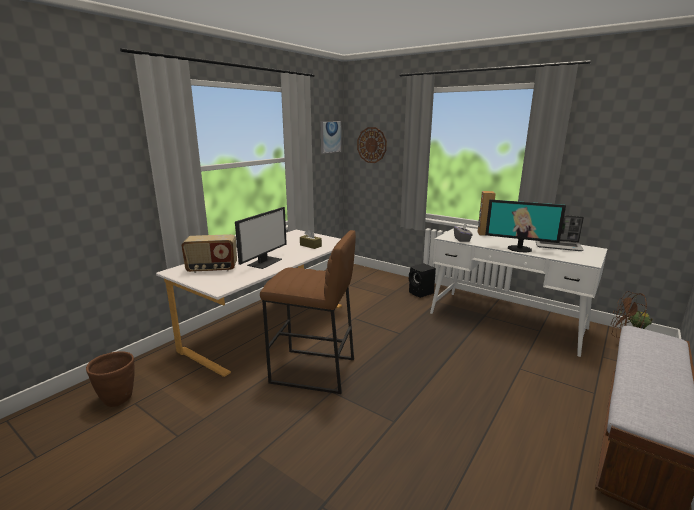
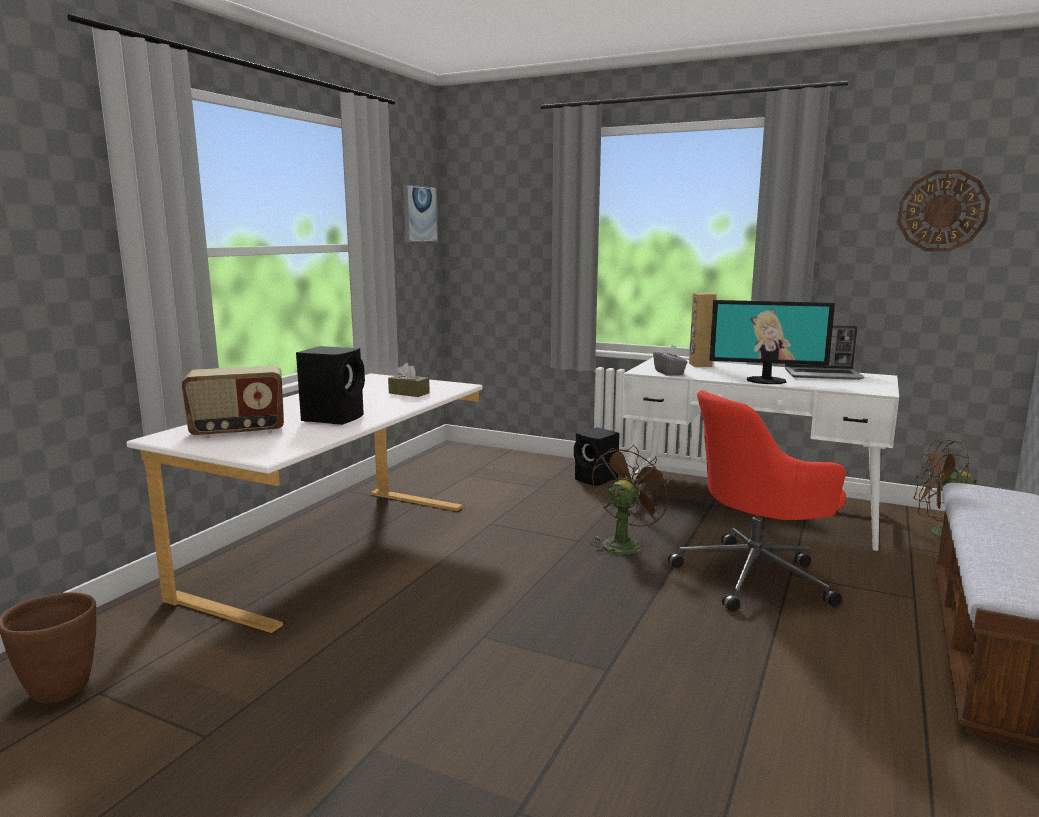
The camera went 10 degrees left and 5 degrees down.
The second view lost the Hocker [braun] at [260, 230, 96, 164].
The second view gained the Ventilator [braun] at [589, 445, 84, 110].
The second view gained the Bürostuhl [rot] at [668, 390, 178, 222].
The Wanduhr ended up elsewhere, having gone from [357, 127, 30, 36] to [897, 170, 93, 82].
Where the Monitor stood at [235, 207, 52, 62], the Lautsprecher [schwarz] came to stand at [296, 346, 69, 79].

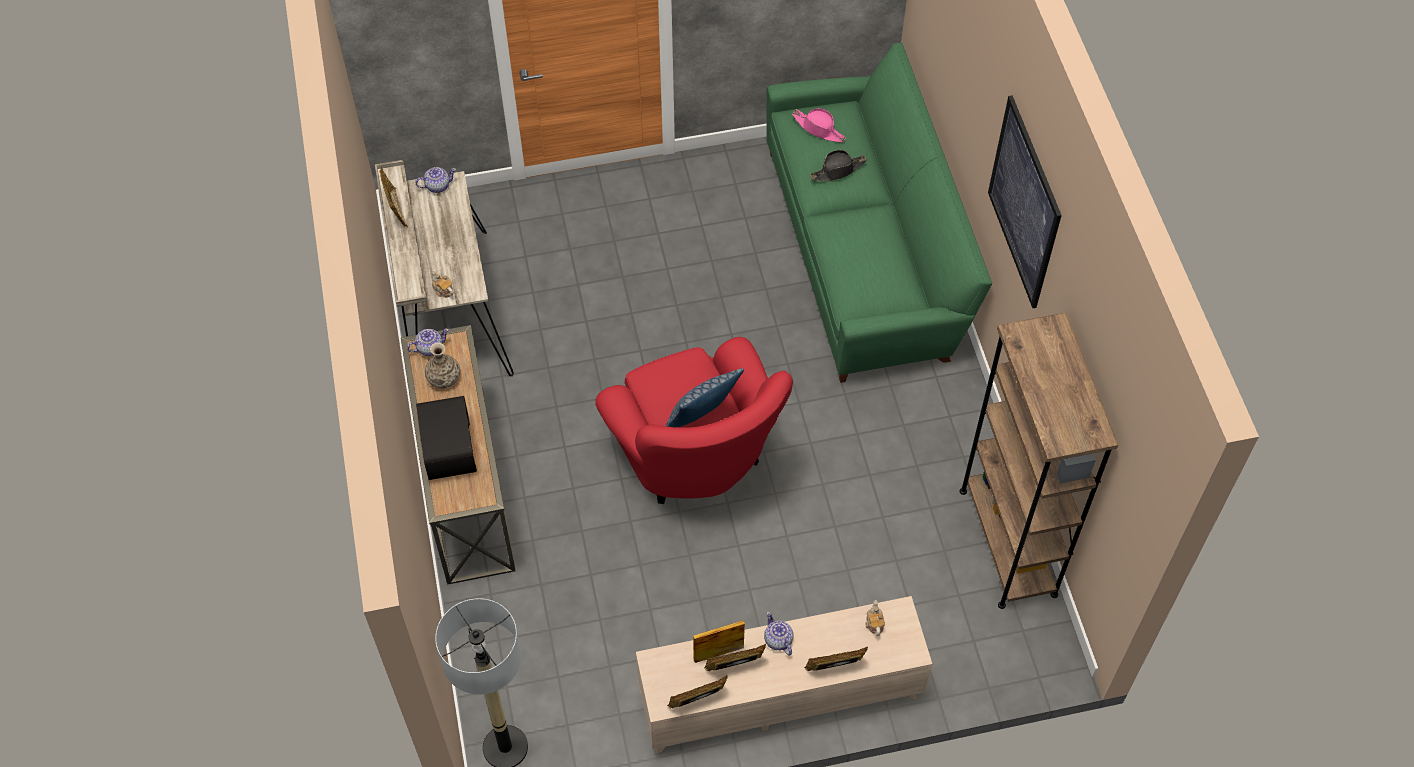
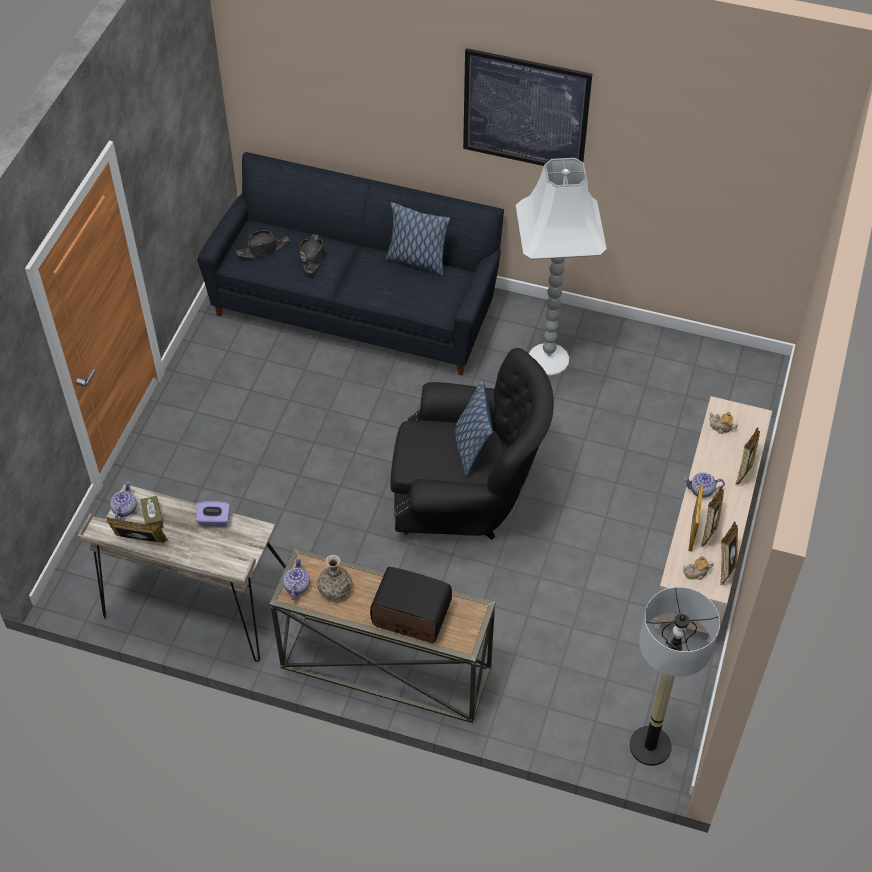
The camera went 60 degrees left and 5 degrees down.
The second view lost the Bücherregal [braun] at [960, 313, 158, 296].
The second view gained the Taschentuchbox [braun] at [141, 496, 23, 32].
The second view gained the Taschentuchbox [lila] at [196, 501, 34, 26].
The second view gained the Kissen at [386, 202, 64, 73].
The second view gained the Stehlampe [weiß] at [515, 158, 92, 217].
The Teekanne ended up elsewhere, having gone from [432, 271, 22, 27] to [683, 556, 31, 24].
What was the Sessel [rot] at [595, 337, 198, 167] turned into the Sessel [schwarz] at [390, 348, 164, 192].
What was the Sofa [grün] at [766, 43, 226, 340] turned into the Sofa [schwarz] at [197, 152, 307, 223].
What was the Hut [rosa] at [792, 108, 54, 34] turned into the Hut [schwarz] at [236, 230, 54, 28].

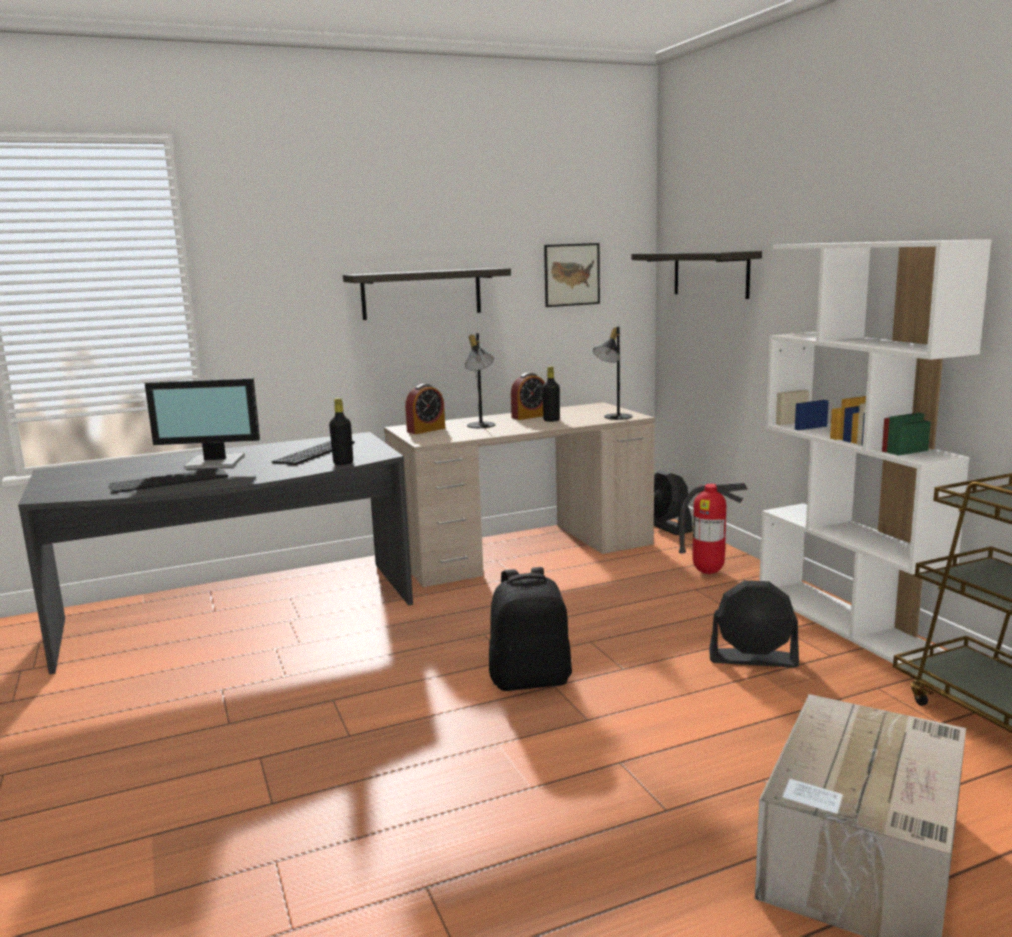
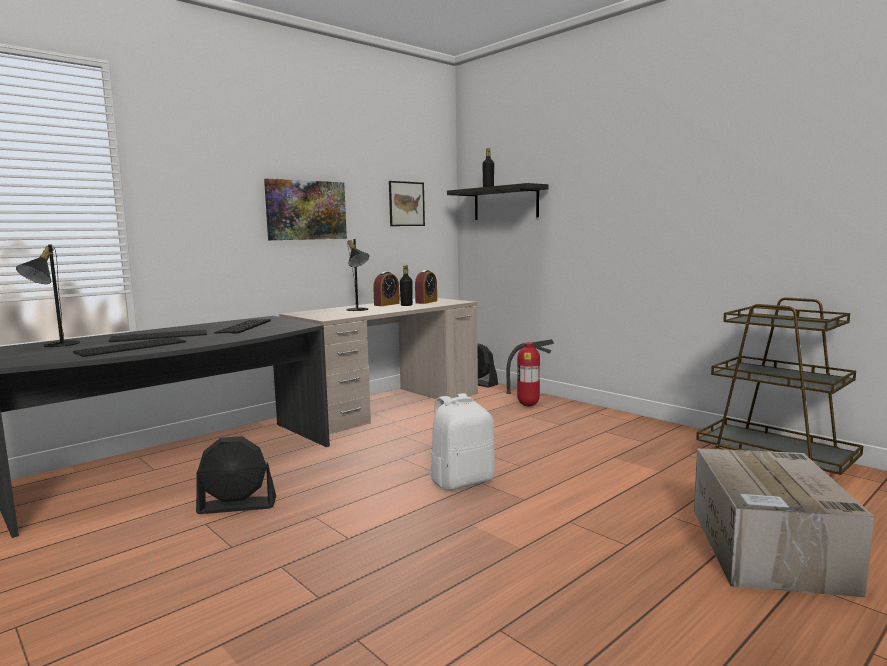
The camera went 20 degrees left and 5 degrees down.
The second view lost the Bücherregal [weiß] at [759, 239, 233, 425].
The Flasche [schwarz] ended up elsewhere, having gone from [329, 398, 24, 67] to [482, 148, 12, 39].
The Wecker ended up elsewhere, having gone from [405, 384, 40, 50] to [415, 270, 22, 34].
The Tischlampe [schwarz] ended up elsewhere, having gone from [593, 326, 39, 94] to [16, 244, 64, 103].
The Ventilator [schwarz] ended up elsewhere, having gone from [709, 580, 90, 88] to [196, 436, 80, 78].
Where the Monitor stood at [145, 378, 115, 91], the Tastatur came to stand at [109, 329, 98, 13].
Where the Wandregal hung at [343, 268, 168, 52], the Bild came to hang at [264, 179, 83, 61].
What was the Rucksack [schwarz] at [489, 567, 83, 124] turned into the Rucksack [weiß] at [430, 393, 65, 98].

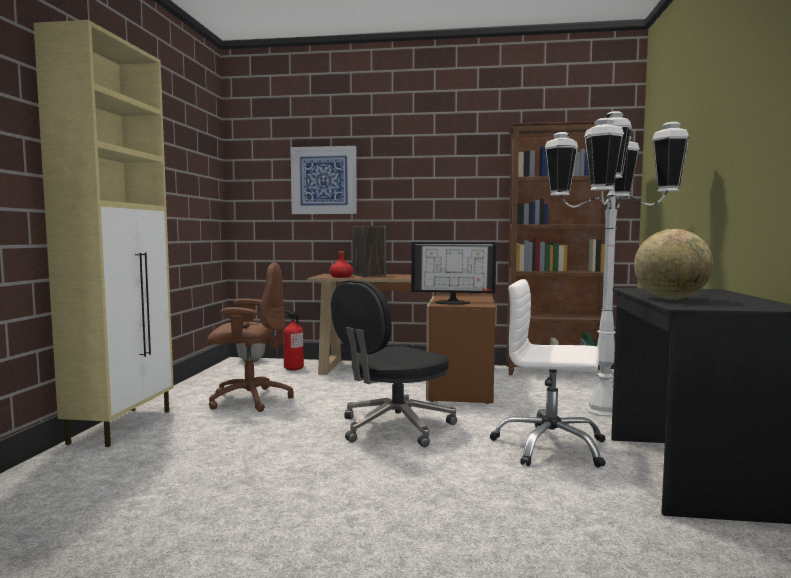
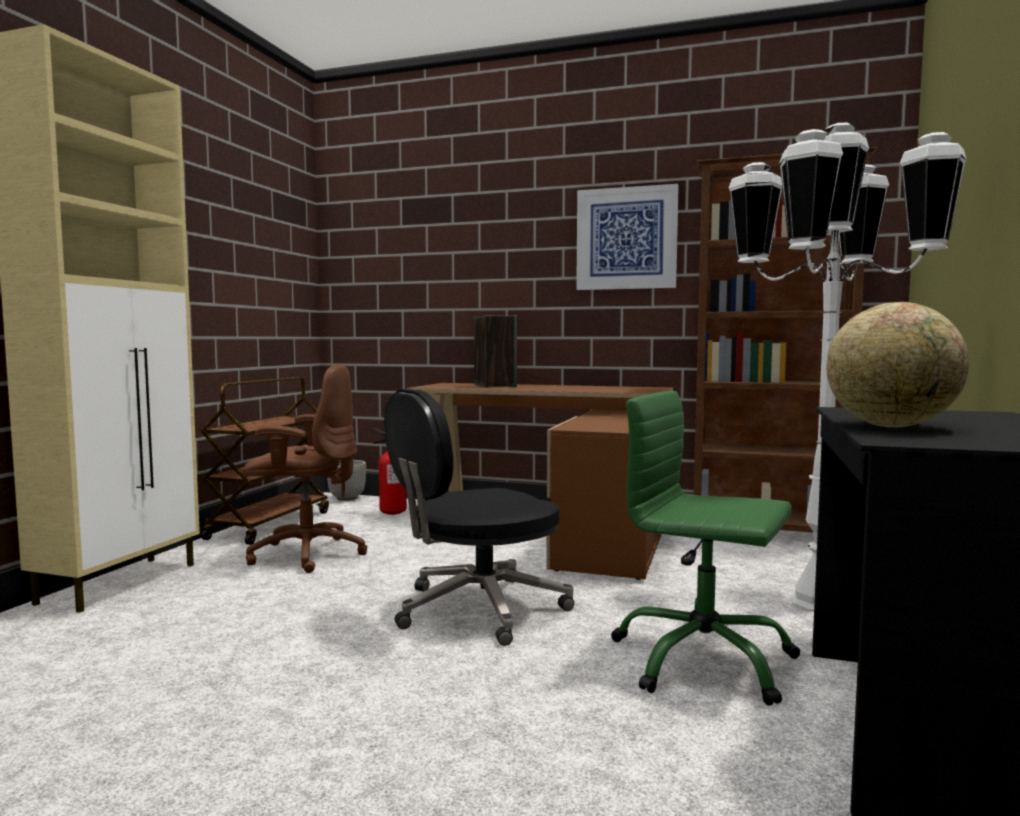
The camera went 10 degrees right and 0 degrees up.
The second view lost the Flasche [rot] at [329, 251, 24, 27].
The second view lost the Monitor at [411, 242, 85, 63].
The second view gained the Rollwagen [braun] at [200, 377, 129, 168].
The Bild ended up elsewhere, having gone from [291, 146, 66, 68] to [576, 184, 103, 106].
What was the Bürostuhl [weiß] at [490, 279, 116, 189] turned into the Bürostuhl [grün] at [611, 391, 189, 315].

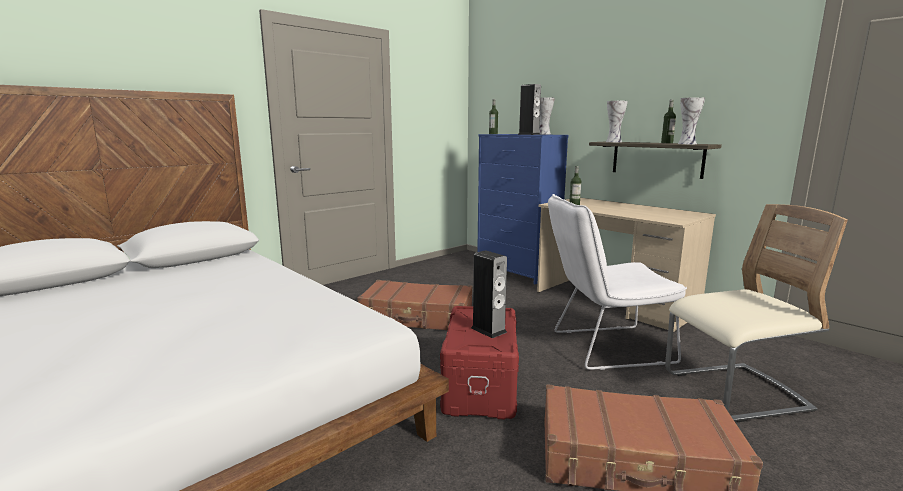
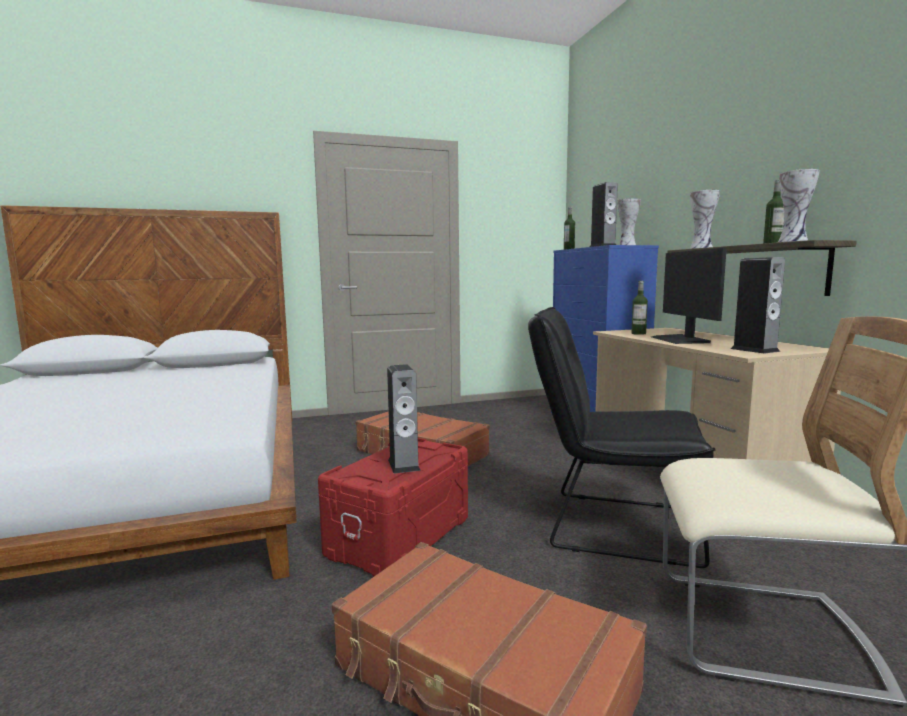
The camera went 25 degrees right and 5 degrees down.
The second view gained the Monitor at [652, 248, 75, 96].
The second view gained the Lautsprecher at [731, 257, 54, 97].
What was the Stuhl [weiß] at [548, 194, 139, 176] turned into the Stuhl [schwarz] at [528, 307, 188, 261].

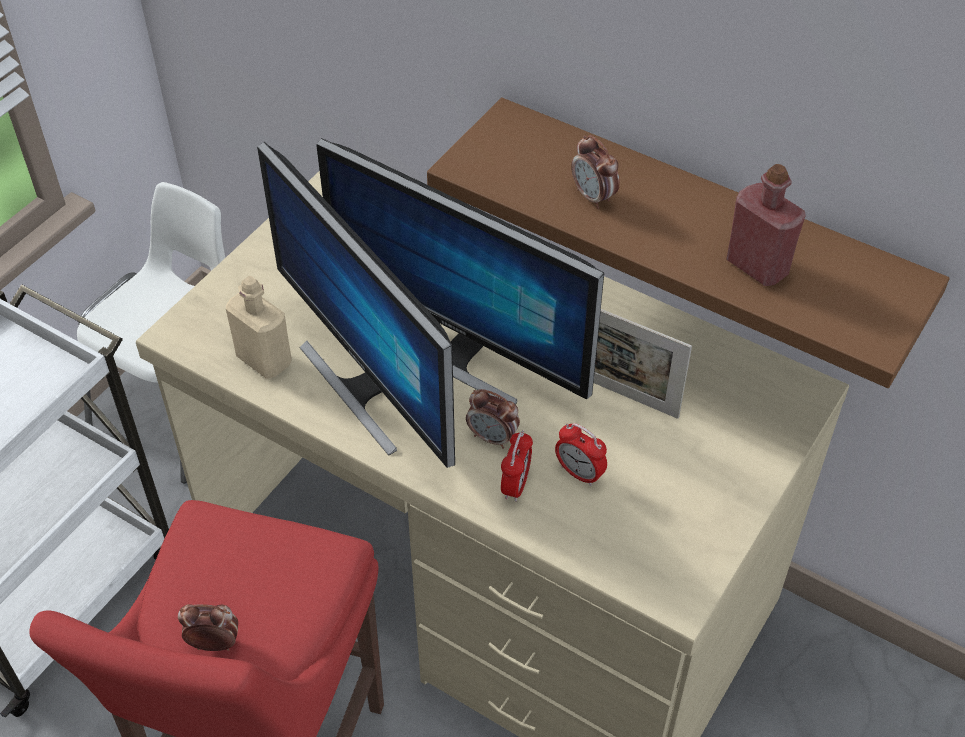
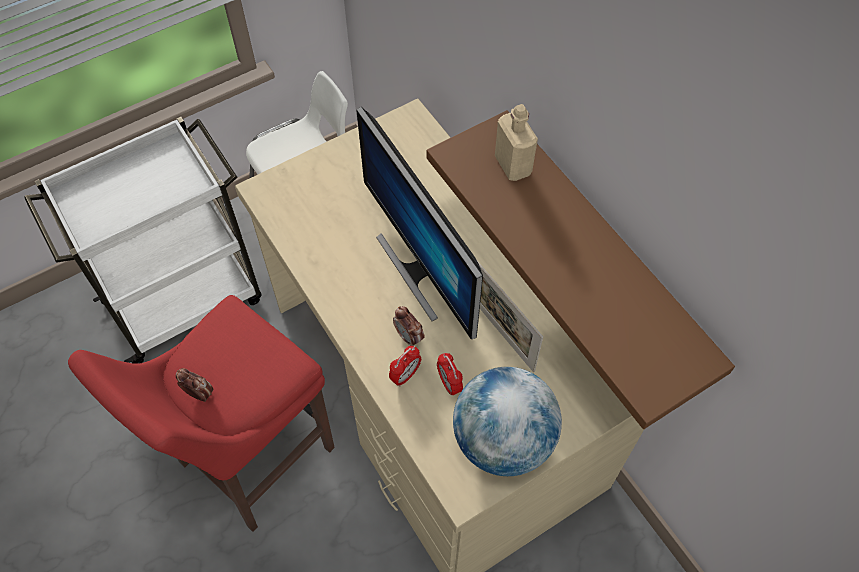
The camera went 25 degrees right and 10 degrees up.
The second view lost the Monitor at [257, 142, 198, 326].
The second view lost the Wecker at [571, 135, 49, 74].
The second view lost the Flasche [rot] at [726, 164, 80, 122].
The second view gained the Globus at [453, 367, 109, 109].
The Flasche [beige] ended up elsewhere, having gone from [226, 276, 66, 103] to [495, 104, 43, 77].

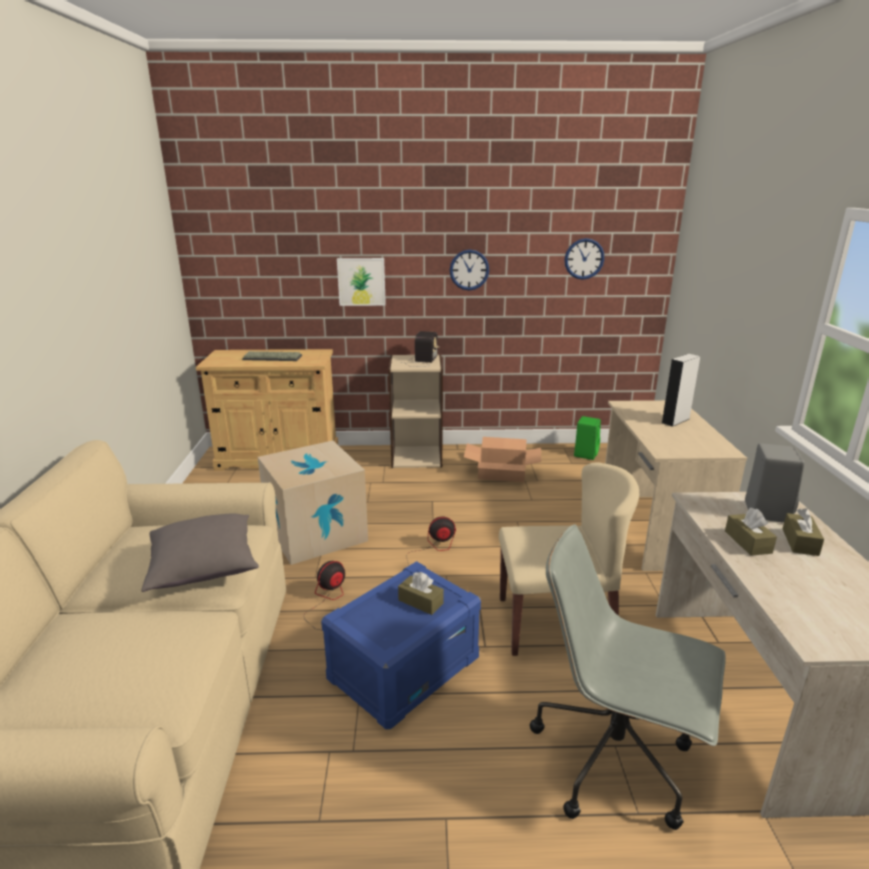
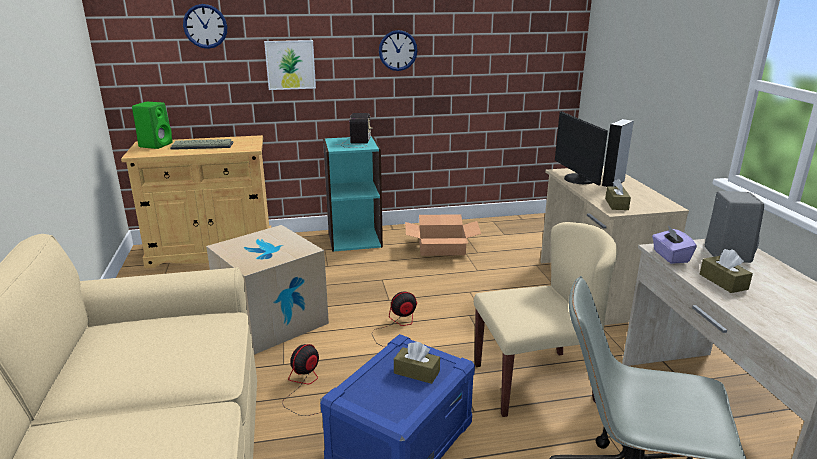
The camera went 10 degrees left and 0 degrees up.
The second view lost the Kissen [grau] at [141, 513, 118, 79].
The second view gained the Monitor at [555, 111, 53, 75].
The second view gained the Taschentuchbox [lila] at [652, 225, 45, 39].
The Wanduhr ended up elsewhere, having gone from [564, 238, 41, 42] to [183, 4, 44, 45].
The Lautsprecher [grün] ended up elsewhere, having gone from [574, 416, 27, 44] to [132, 102, 41, 47].
The Taschentuchbox [braun] ended up elsewhere, having gone from [783, 508, 41, 48] to [605, 179, 26, 31].
What was the Bücherregal [beige] at [388, 354, 55, 114] turned into the Bücherregal [türkis] at [323, 136, 60, 116].

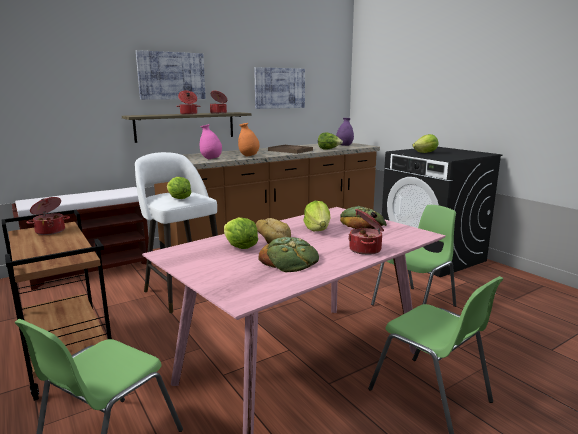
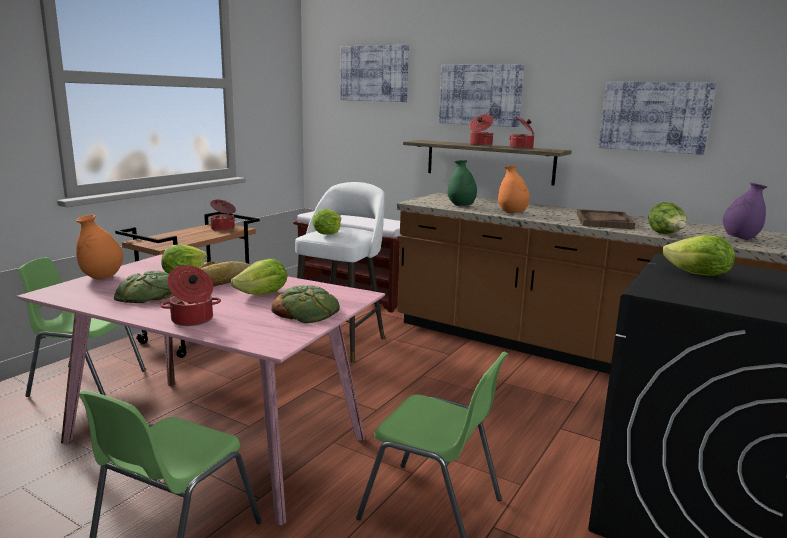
The camera went 65 degrees right and 0 degrees up.
The second view gained the Vase [orange] at [76, 215, 47, 65].
The second view gained the Bild at [340, 45, 69, 57].
What was the Vase [rosa] at [200, 124, 22, 35] turned into the Vase [grün] at [447, 160, 30, 46].

